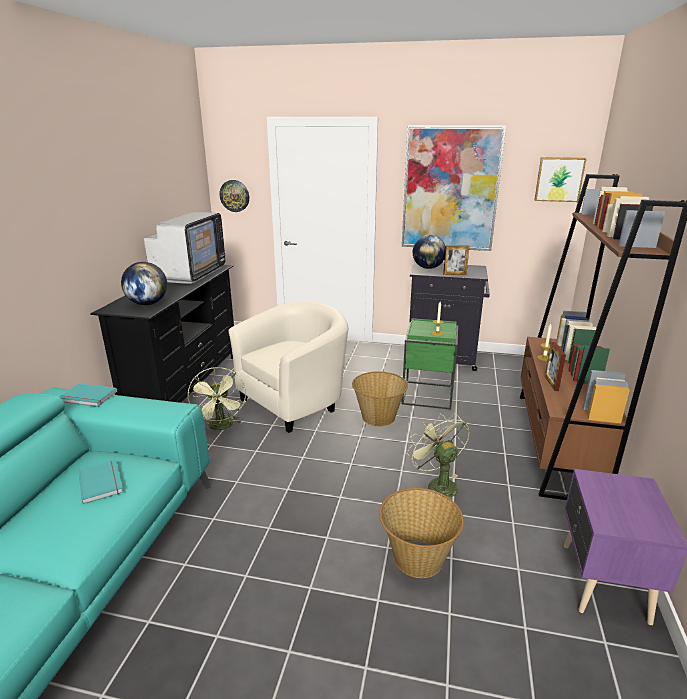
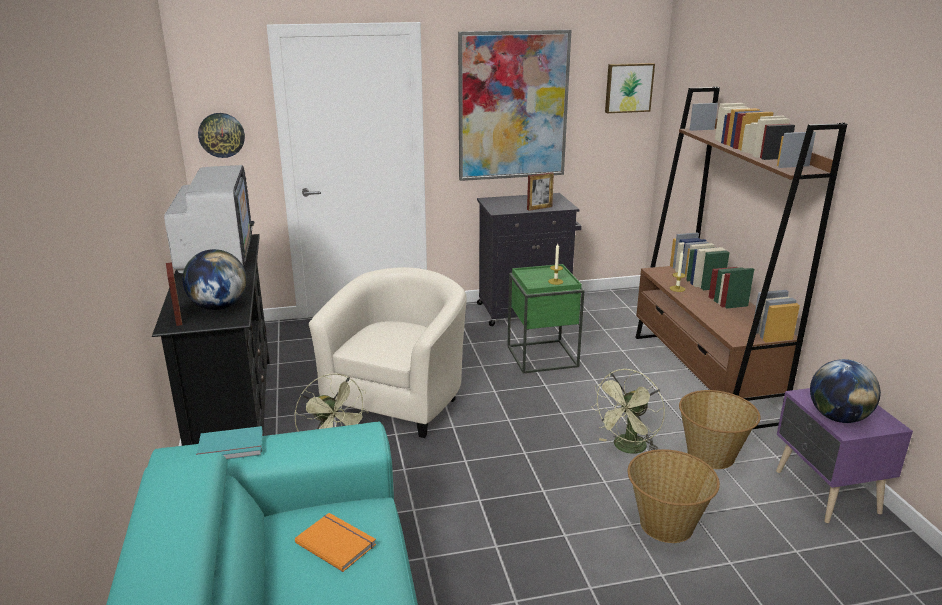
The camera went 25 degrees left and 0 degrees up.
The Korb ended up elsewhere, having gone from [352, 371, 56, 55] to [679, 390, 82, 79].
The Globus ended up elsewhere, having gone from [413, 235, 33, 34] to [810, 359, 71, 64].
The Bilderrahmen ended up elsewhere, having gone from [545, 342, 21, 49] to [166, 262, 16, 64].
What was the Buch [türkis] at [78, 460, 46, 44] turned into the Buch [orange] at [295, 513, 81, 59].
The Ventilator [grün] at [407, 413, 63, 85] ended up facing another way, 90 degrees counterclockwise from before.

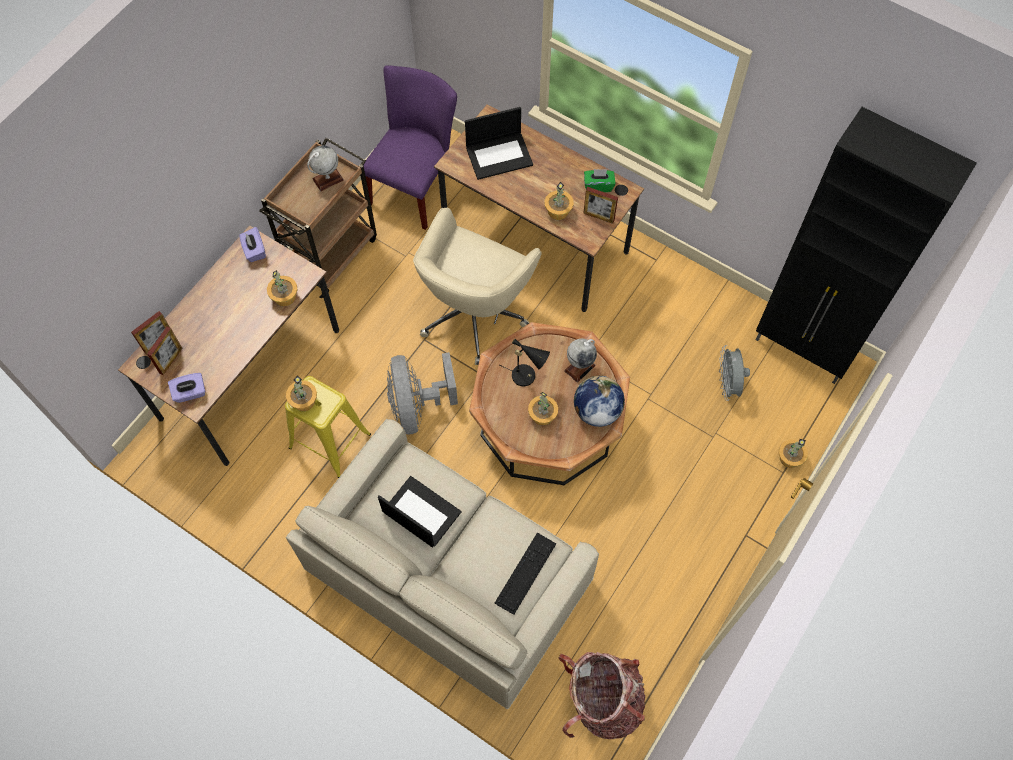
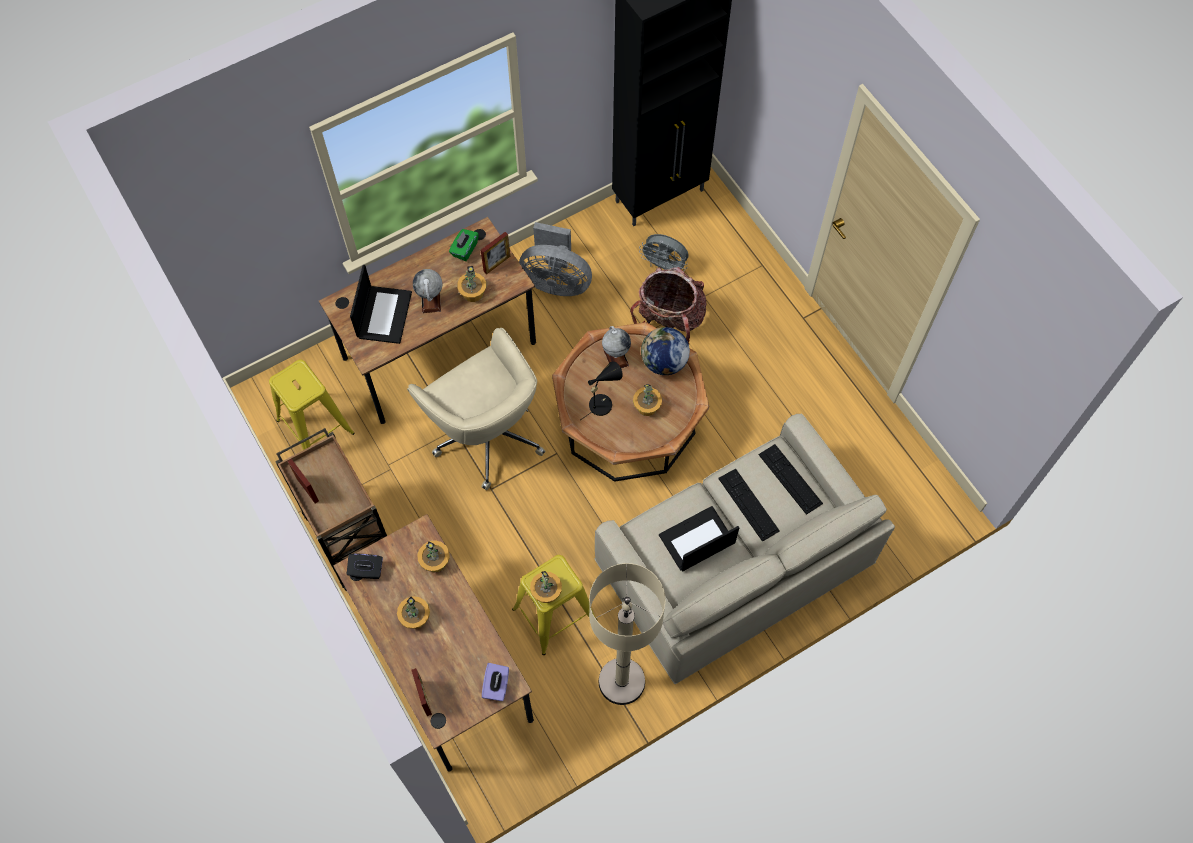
The camera went 65 degrees left and 0 degrees up.
The second view gained the Stehlampe [beige] at [589, 563, 76, 142].
The second view gained the Tastatur at [718, 469, 62, 73].
The Bilderrahmen ended up elsewhere, having gone from [147, 327, 35, 48] to [287, 459, 32, 45].
The Globus ended up elsewhere, having gone from [307, 145, 37, 46] to [413, 269, 29, 44].
The Ventilator [grau] ended up elsewhere, having gone from [387, 352, 71, 82] to [519, 222, 73, 74].
The Rucksack ended up elsewhere, having gone from [559, 652, 86, 87] to [630, 267, 77, 77].
The Topfpflanze ended up elsewhere, having gone from [779, 439, 29, 29] to [397, 596, 33, 33].
Where the Stuhl [lila] stood at [364, 65, 93, 165], the Hocker [gelb] came to stand at [269, 359, 86, 91].
What was the Taschentuchbox [lila] at [239, 227, 27, 35] turned into the Taschentuchbox [schwarz] at [347, 553, 36, 26].

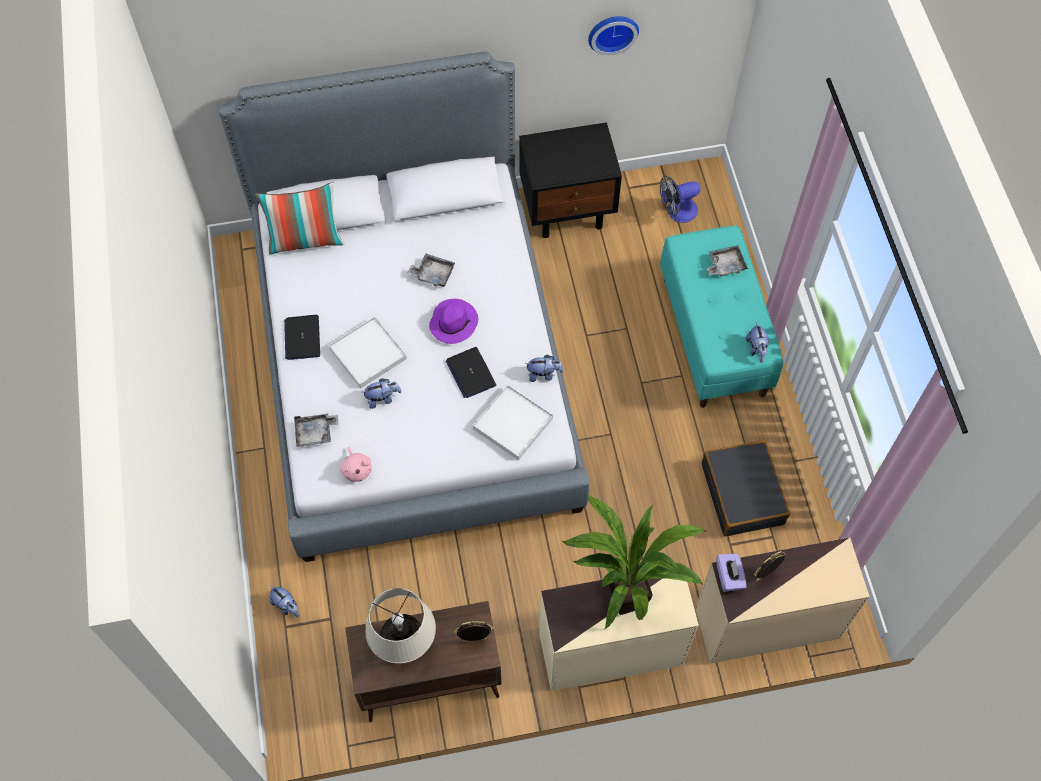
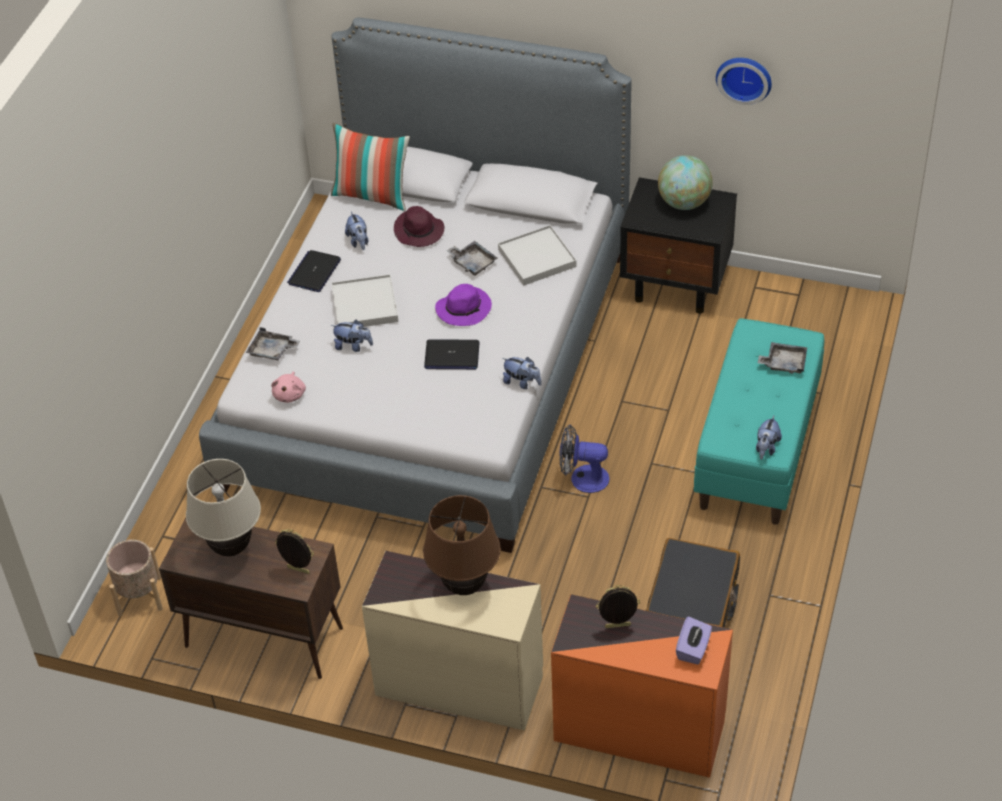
The camera went 30 degrees right and 15 degrees down.
The second view gained the Pflanzkübel [beige] at [106, 540, 57, 77].
The second view gained the Hut [lila] at [394, 206, 50, 41].
The second view gained the Globus at [658, 155, 55, 55].
The Plüschtier ended up elsewhere, having gone from [269, 586, 30, 31] to [345, 212, 23, 38].
The Tablett [weiß] ended up elsewhere, having gone from [473, 385, 80, 75] to [498, 225, 79, 61].
The Ventilator ended up elsewhere, having gone from [660, 176, 40, 47] to [560, 425, 49, 68].
The Taschentuchbox [lila] ended up elsewhere, having gone from [716, 554, 30, 38] to [676, 616, 36, 49].
Where the Topfpflanze stood at [562, 494, 145, 135], the Tischlampe [braun] came to stand at [423, 495, 77, 100].
What was the Kommode [beige] at [696, 537, 174, 127] turned into the Kommode [orange] at [551, 594, 182, 184].
The Laptop at [446, 347, 50, 51] ended up facing another way, 90 degrees counterclockwise from before.

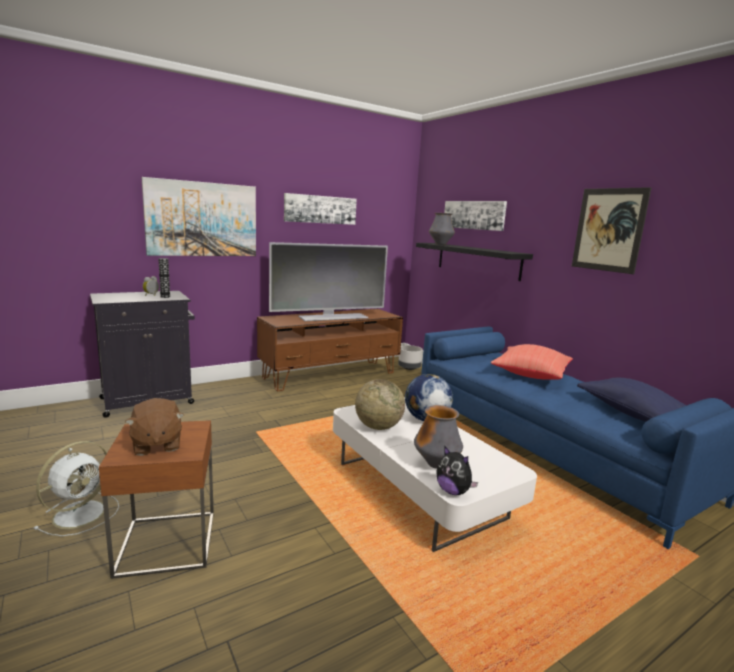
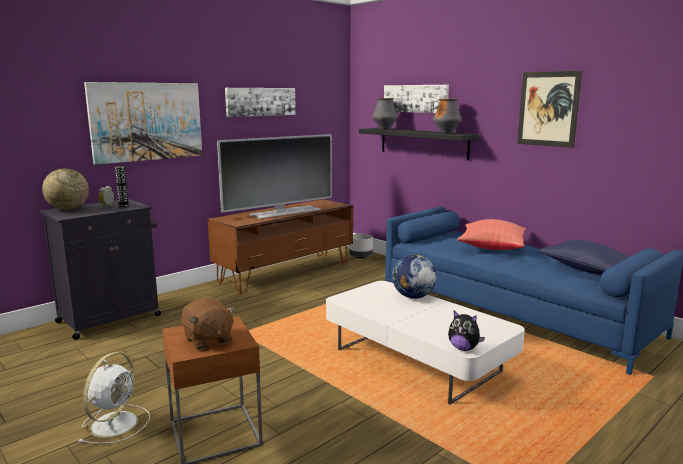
The camera went 10 degrees left and 0 degrees up.
The Globus ended up elsewhere, having gone from [355, 379, 50, 51] to [42, 169, 47, 41].
The Vase ended up elsewhere, having gone from [414, 405, 49, 64] to [433, 99, 29, 35].

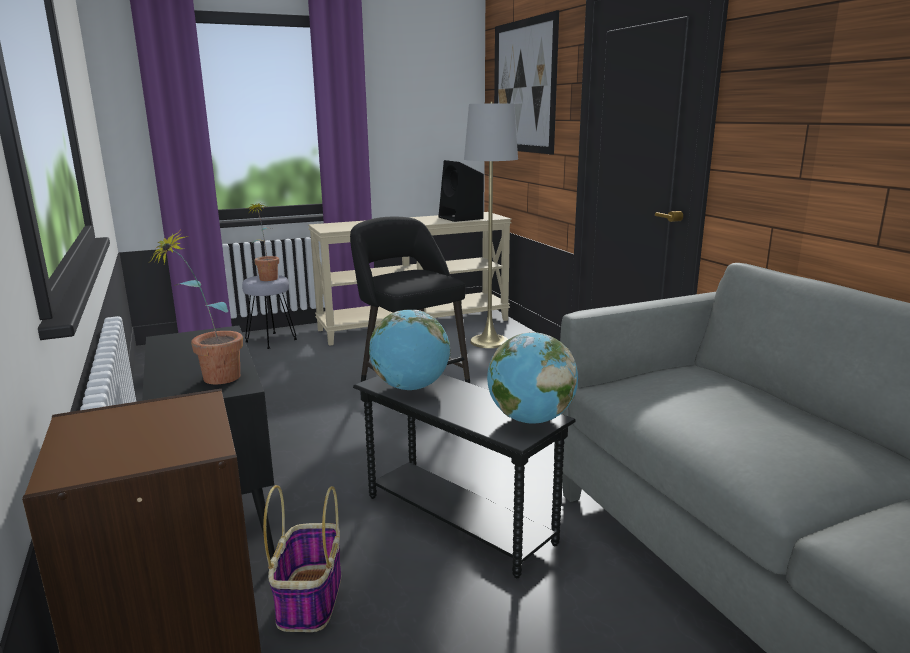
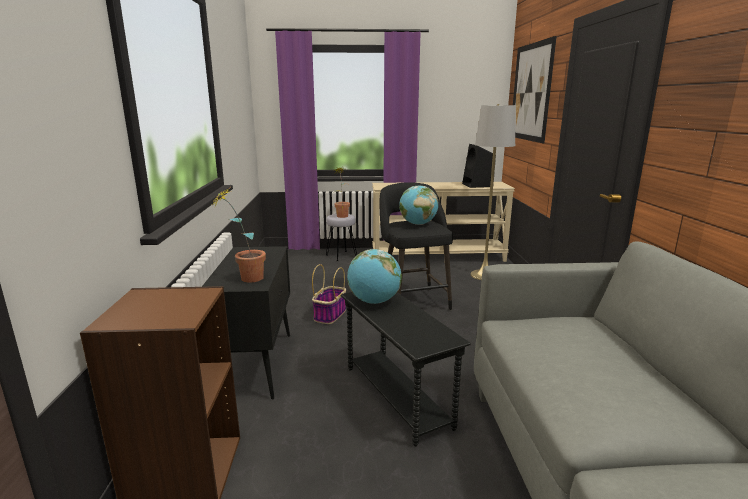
The camera went 20 degrees right and 0 degrees up.
The Korb ended up elsewhere, having gone from [263, 485, 78, 147] to [312, 264, 34, 60].
The Globus ended up elsewhere, having gone from [487, 332, 91, 92] to [399, 185, 39, 40].

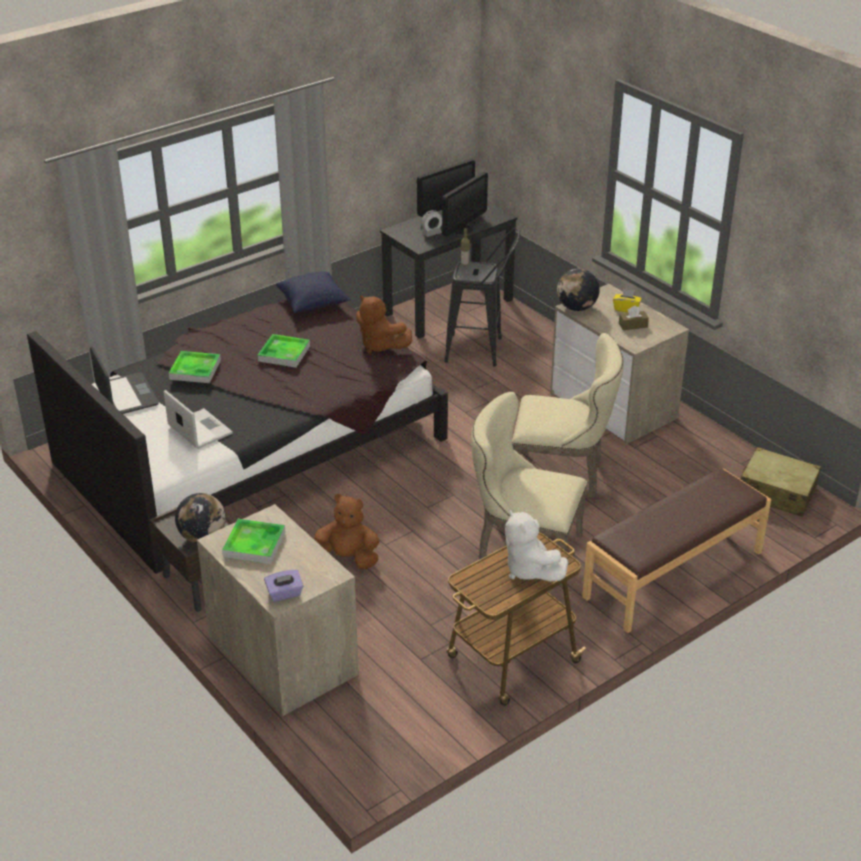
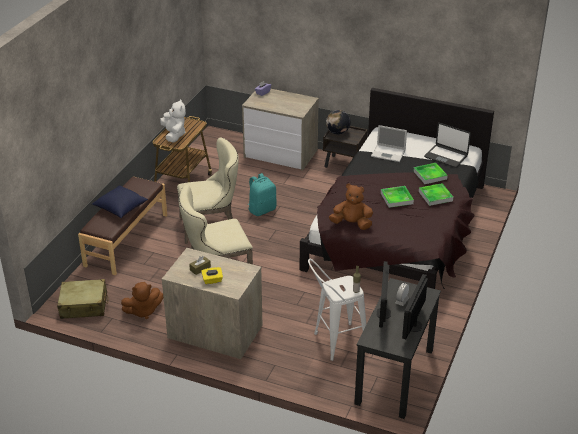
The camera went 150 degrees right and 0 degrees up.
The second view lost the Globus at [557, 269, 43, 42].
The second view gained the Rucksack [türkis] at [248, 173, 29, 43].
The Tablett ended up elsewhere, having gone from [222, 519, 64, 45] to [419, 183, 34, 23].
The Kissen [blau] ended up elsewhere, having gone from [276, 271, 75, 42] to [92, 185, 56, 33].
The Plüschtier [braun] ended up elsewhere, having gone from [314, 494, 65, 75] to [121, 282, 42, 37].
What was the Hocker [schwarz] at [444, 228, 76, 139] turned into the Hocker [weiß] at [308, 259, 58, 102].
The Plüschtier [weiß] at [505, 509, 63, 73] ended up facing another way, 45 degrees clockwise from before.

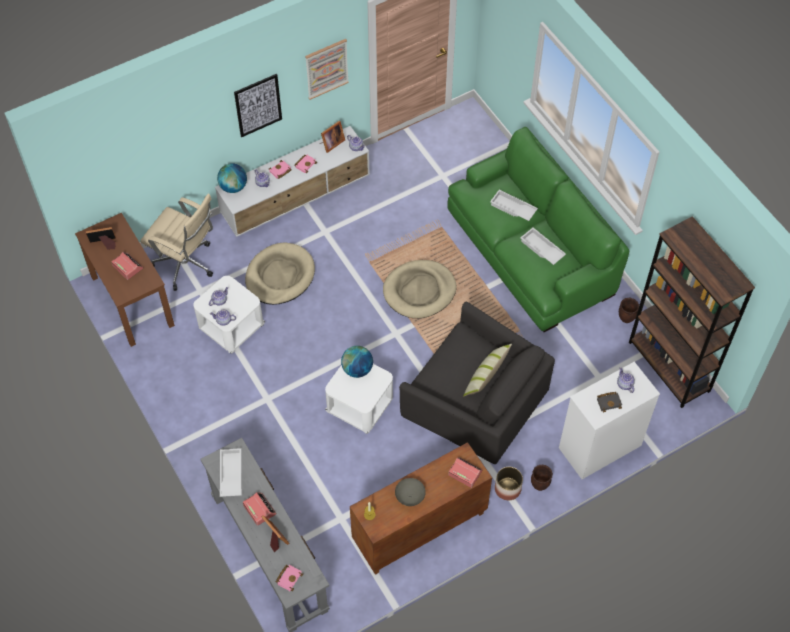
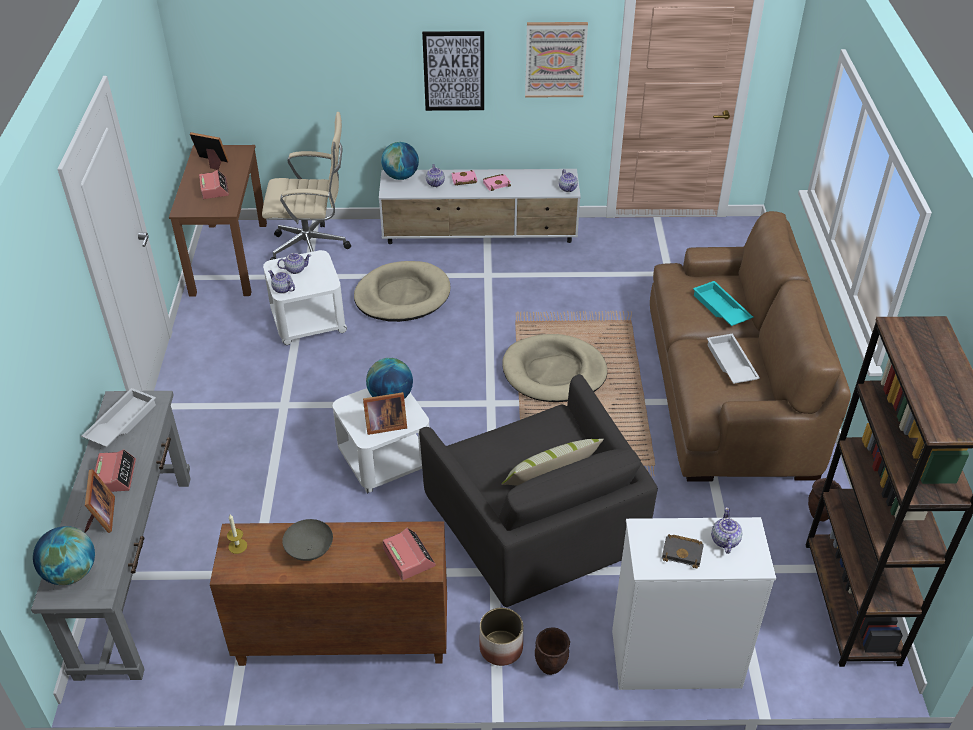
The camera went 30 degrees right and 15 degrees down.
The Bilderrahmen ended up elsewhere, having gone from [320, 121, 25, 32] to [363, 392, 44, 43].
Where the Buch [rosa] stood at [275, 565, 28, 26], the Globus came to stand at [33, 526, 62, 59].
What was the Sofa [grün] at [447, 127, 182, 205] turned into the Sofa [braun] at [650, 211, 201, 271].
What was the Tablett [weiß] at [490, 189, 48, 32] turned into the Tablett [türkis] at [693, 281, 60, 45].
The Bürostuhl [beige] at [140, 194, 73, 97] ended up facing another way, 60 degrees counterclockwise from before.

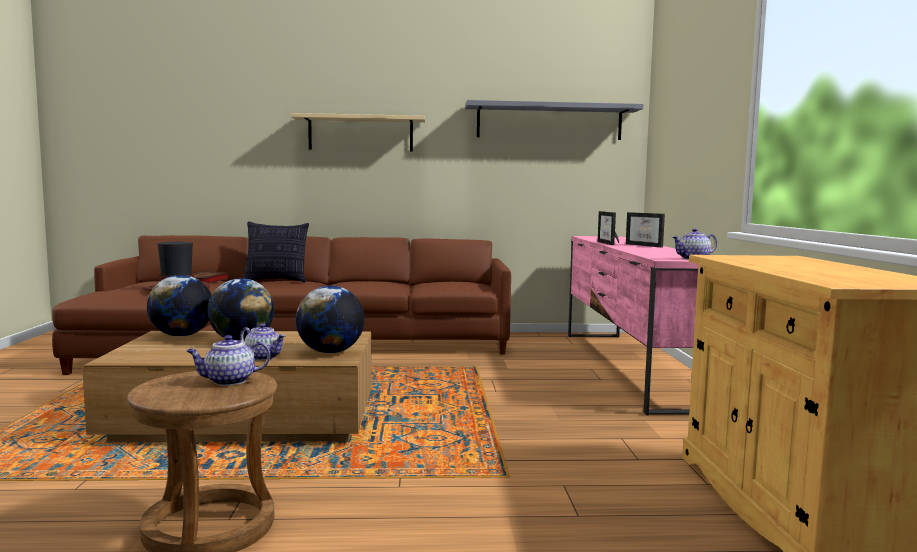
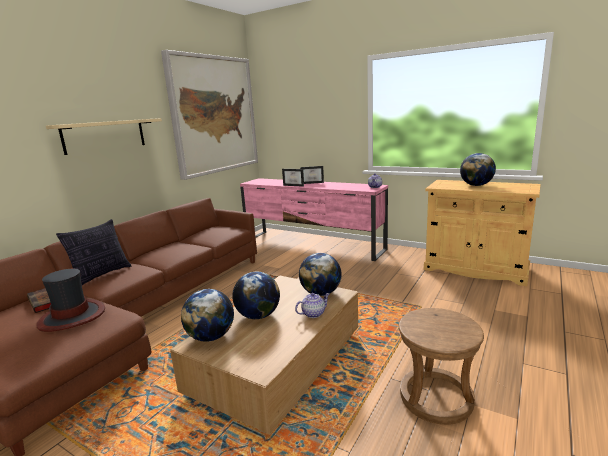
The camera went 55 degrees left and 10 degrees up.
The second view lost the Teekanne at [187, 335, 83, 51].
The second view gained the Globus at [460, 153, 36, 33].
Where the Wandregal [grau] hung at [465, 100, 178, 40], the Bild came to hang at [161, 50, 97, 130].

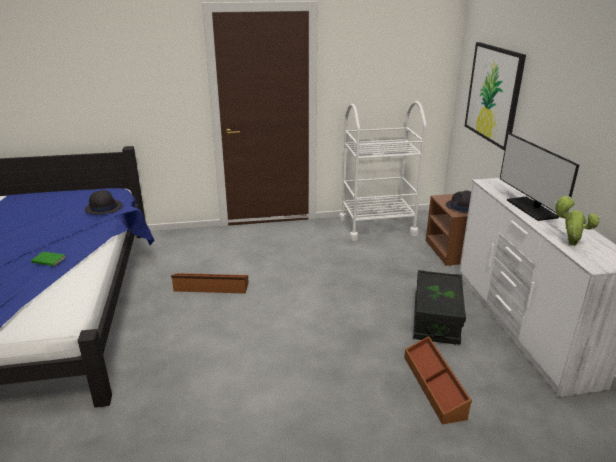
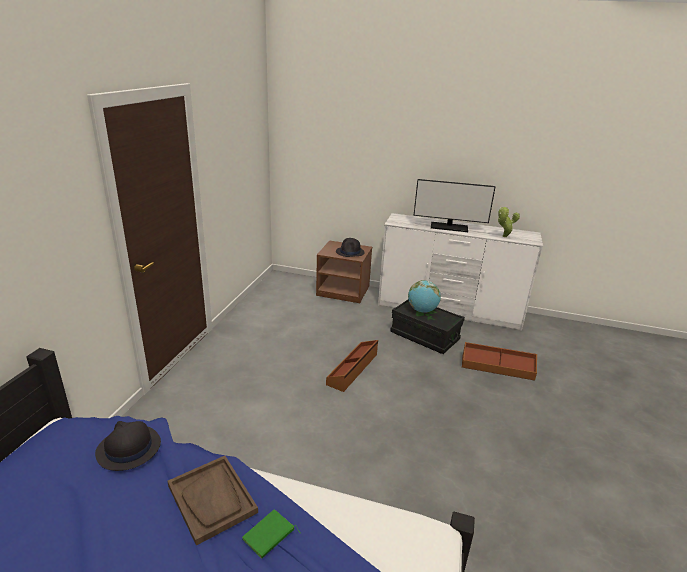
The camera went 65 degrees left and 0 degrees up.
The second view lost the Rollwagen [weiß] at [339, 101, 88, 140].
The second view lost the Bild at [465, 42, 61, 109].
The second view gained the Tablett [braun] at [168, 456, 90, 90].
The second view gained the Globus at [408, 280, 33, 33].
The Aufbewahrungsbox [braun] ended up elsewhere, having gone from [171, 273, 78, 21] to [326, 340, 52, 52].

